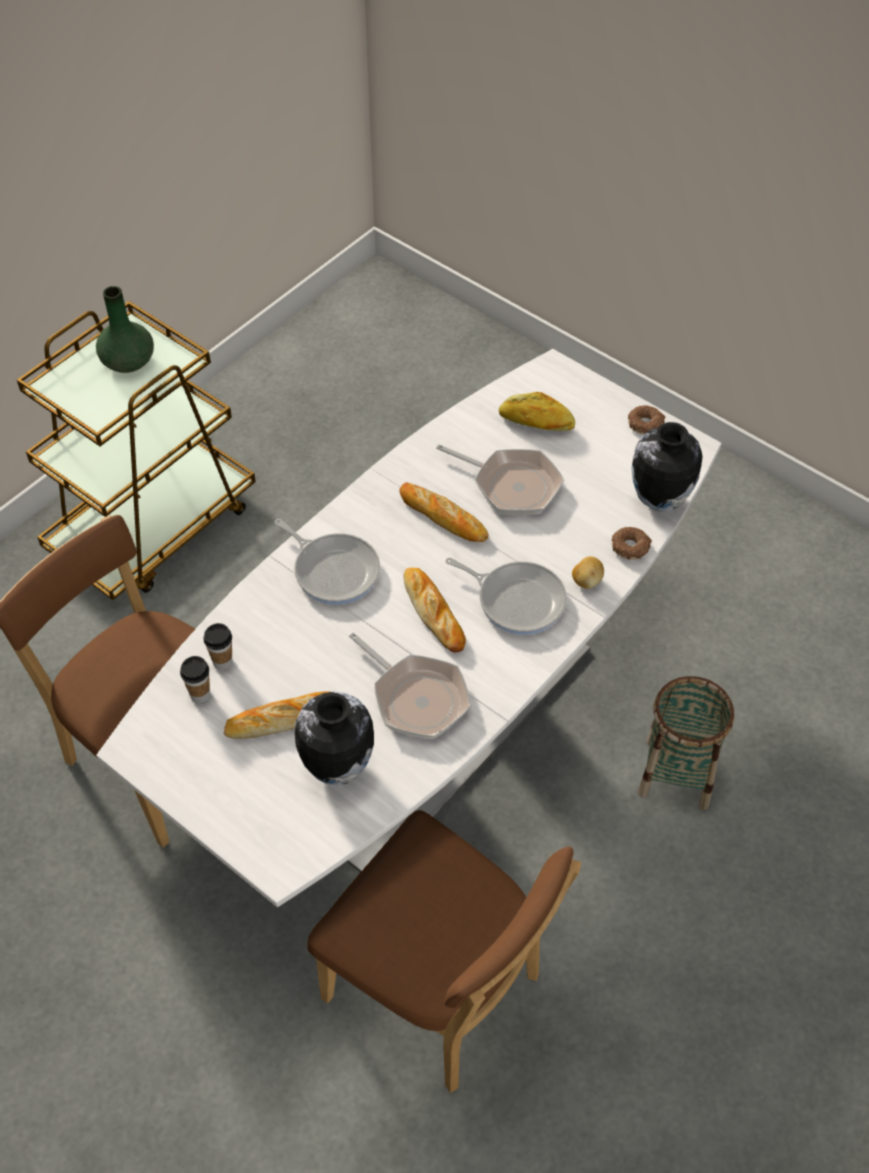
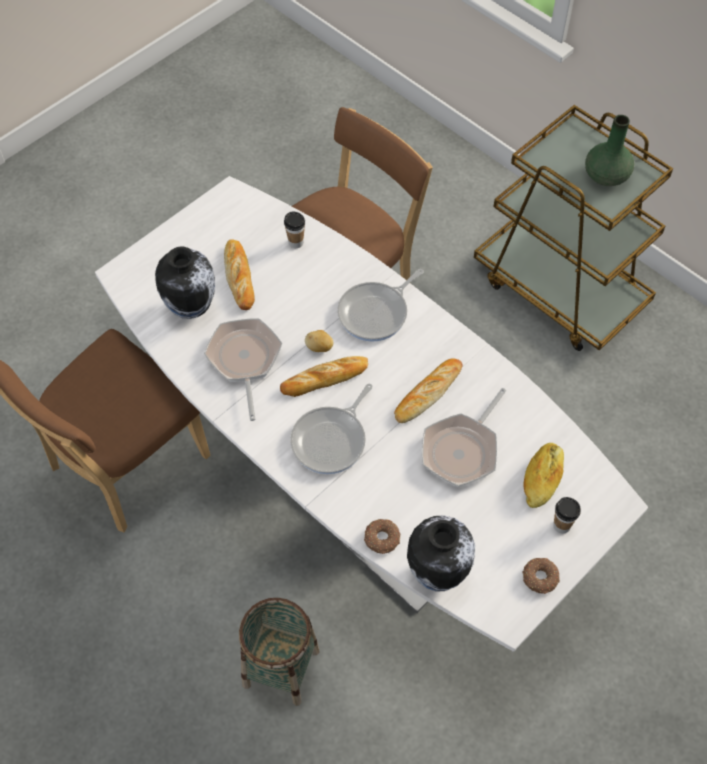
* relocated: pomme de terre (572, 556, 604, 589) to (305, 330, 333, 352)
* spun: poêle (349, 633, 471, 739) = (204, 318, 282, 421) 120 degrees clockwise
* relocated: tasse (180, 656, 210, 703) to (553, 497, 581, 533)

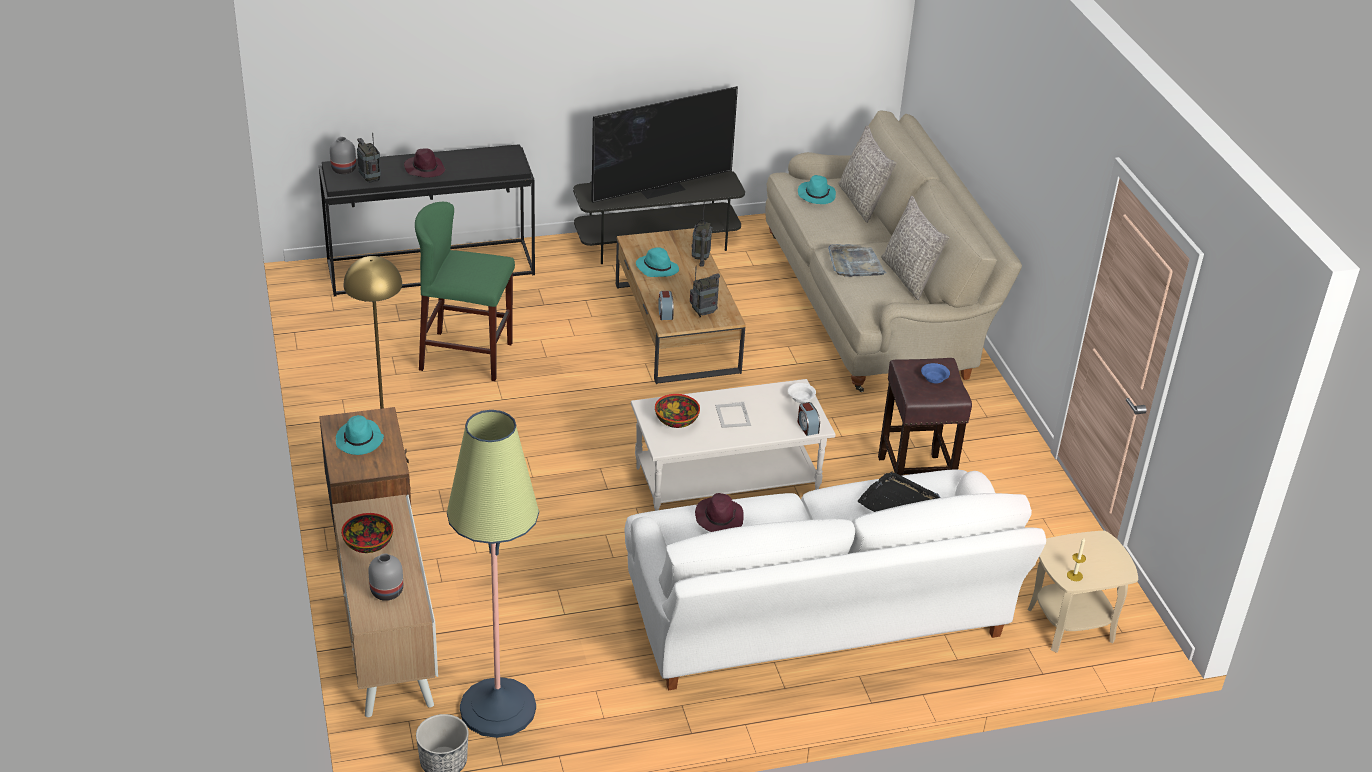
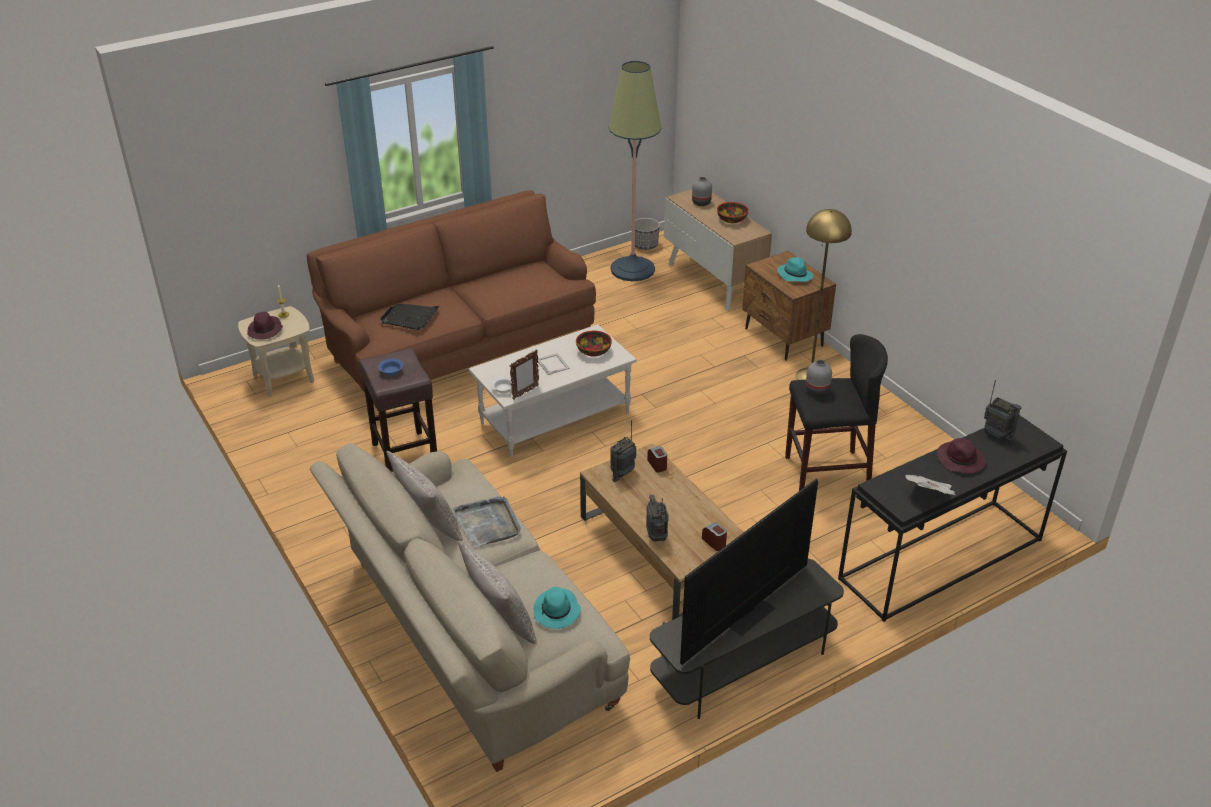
* relocated: vase [gris] (330, 137, 356, 174) to (806, 359, 832, 396)
* colour: tabouret [vert] (415, 202, 515, 381) to tabouret [noir] (785, 334, 888, 491)
* missing: chapeau [turquoise] (636, 248, 679, 277)
* relocated: réveil (798, 402, 820, 436) to (702, 522, 727, 551)
* colour: canapé [blanc] (625, 470, 1046, 690) to canapé [marron] (307, 190, 596, 409)
* relocated: chapeau [violet] (695, 493, 744, 532) to (248, 312, 283, 340)
* appeared: cadre photo (510, 349, 539, 400)
* appeared: journal (905, 475, 955, 495)

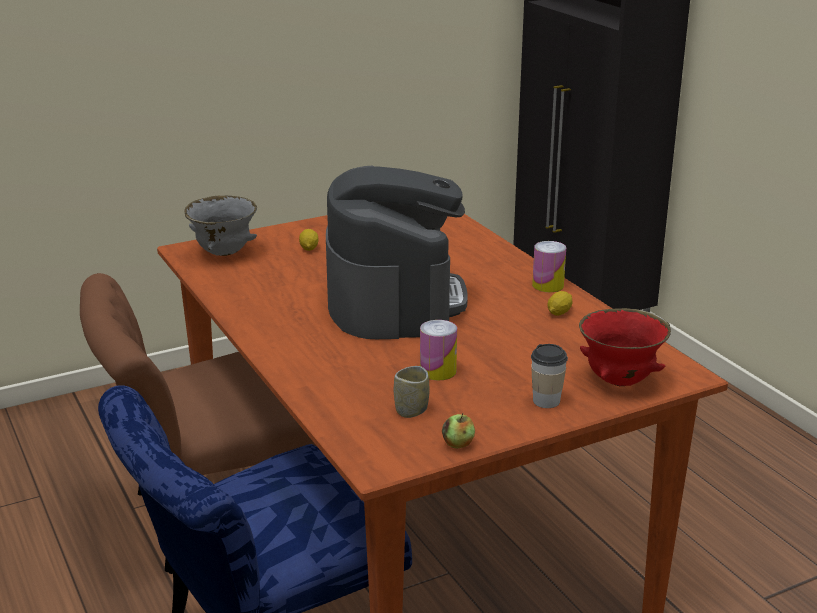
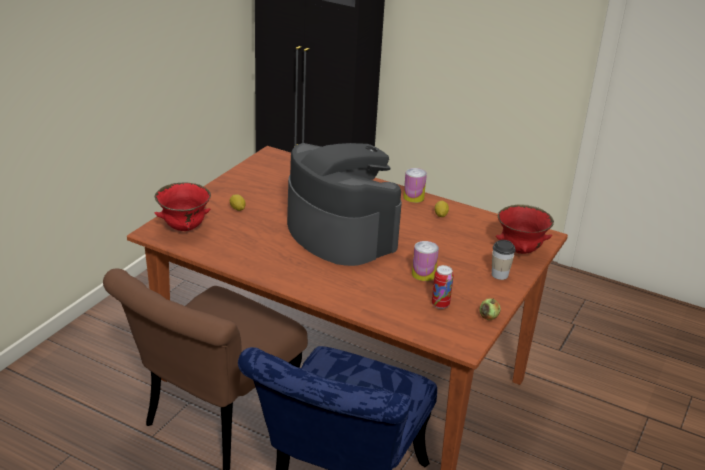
* colour: bol [gris] (184, 196, 257, 256) to bol [rouge] (155, 183, 211, 231)
* exchanged: tasse (394, 366, 430, 418) to boîte métallique (432, 265, 454, 309)

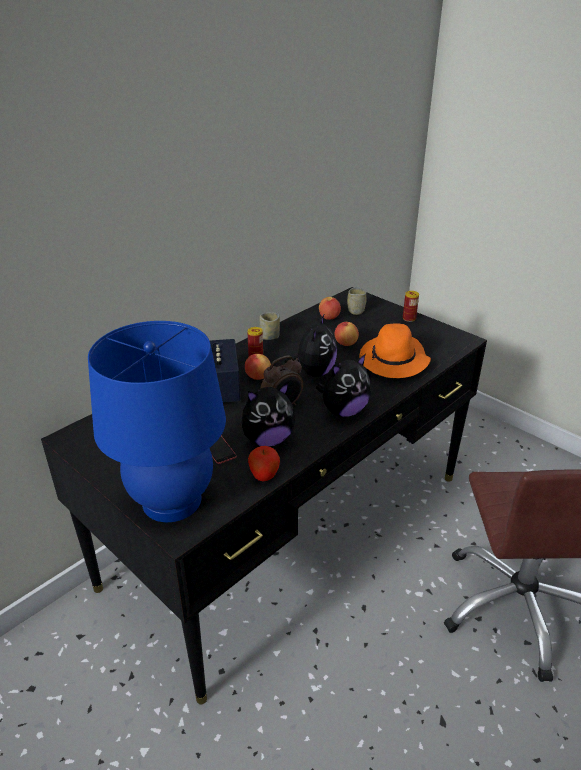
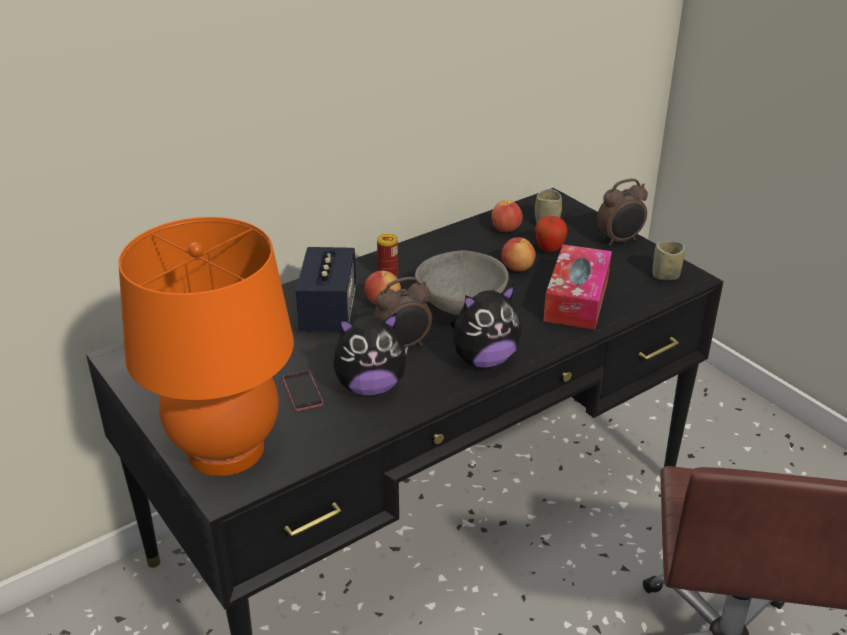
* exchanged: boîte métallique (403, 291, 419, 322) to réveil (597, 178, 648, 246)
* relocated: tasse (259, 312, 280, 340) to (652, 241, 685, 280)
* exchanged: peluche (283, 315, 337, 377) to bol [gris] (415, 250, 509, 315)
* colour: lampe de table [bleu] (88, 321, 226, 522) to lampe de table [orange] (118, 217, 294, 476)
* exchanged: chapeau [orange] (359, 323, 431, 378) to boîte à mouchoirs (544, 244, 612, 330)
* relocated: pomme (248, 446, 280, 481) to (535, 216, 567, 252)

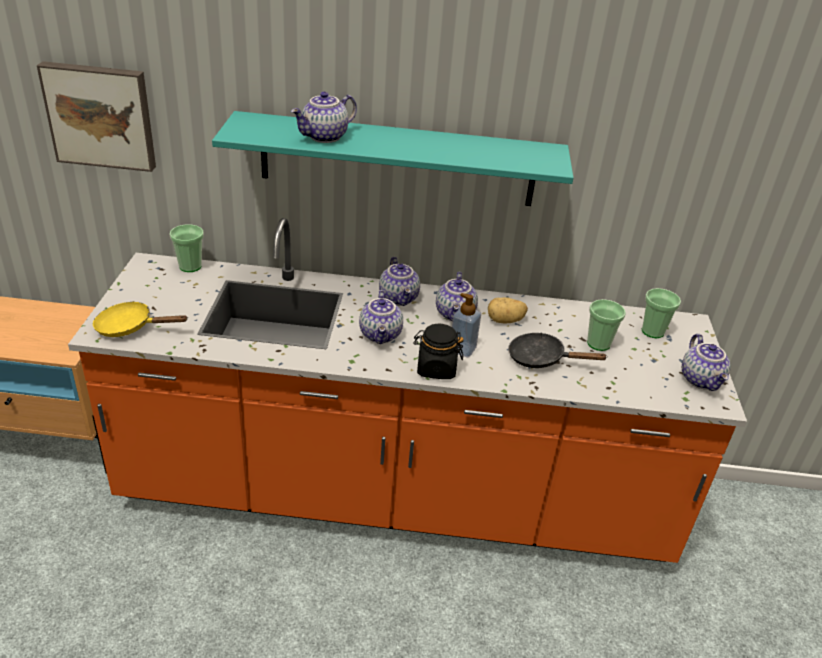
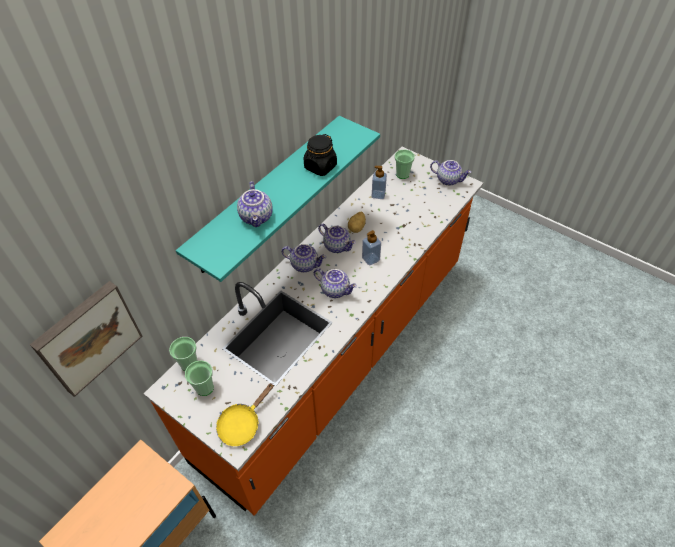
* relocated: tasse (587, 299, 626, 351) to (185, 360, 214, 396)
* relocated: bocal [noir] (413, 323, 464, 379) to (304, 134, 337, 176)
* missing: poêle [noir] (508, 332, 608, 368)
* appeared: distributeur de savon (372, 166, 387, 199)

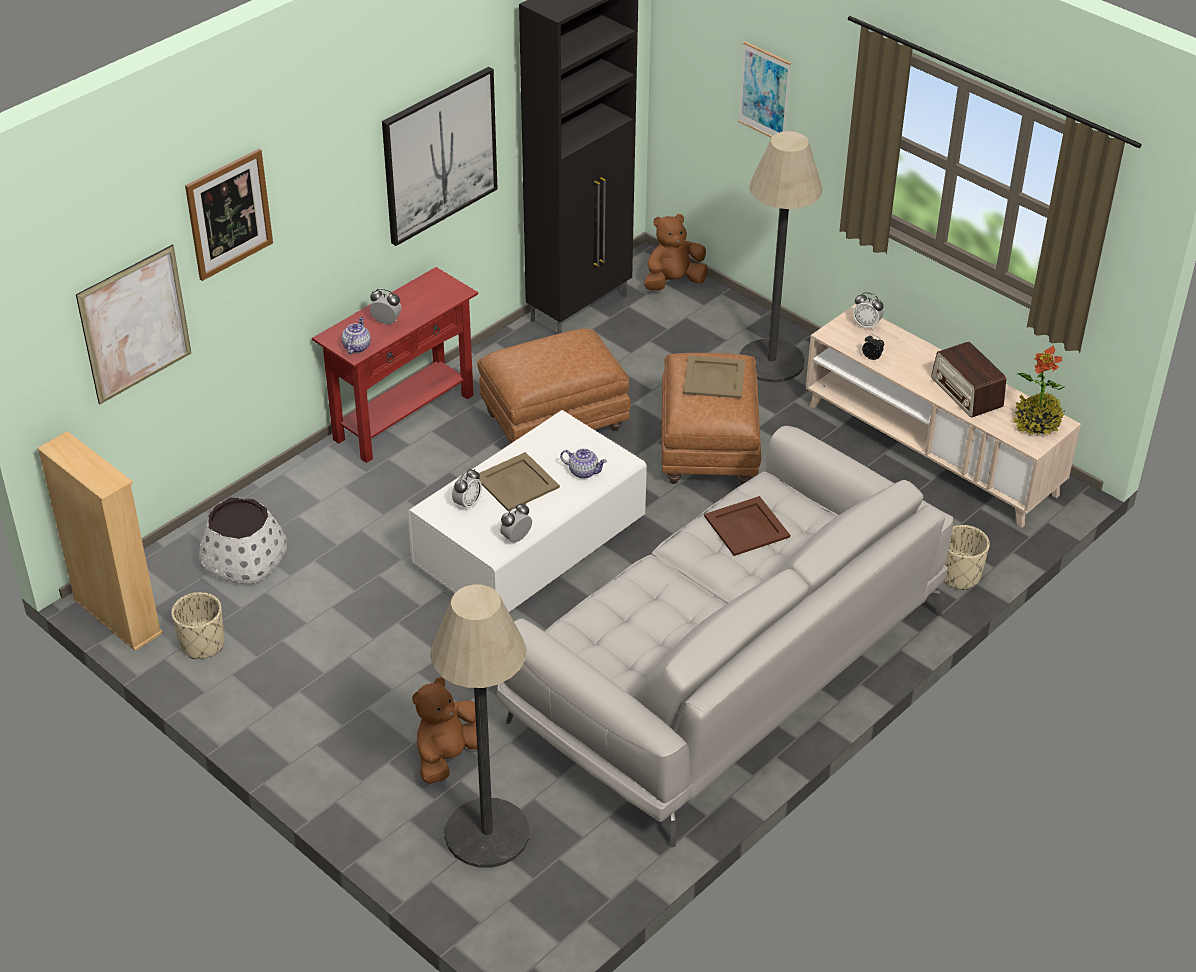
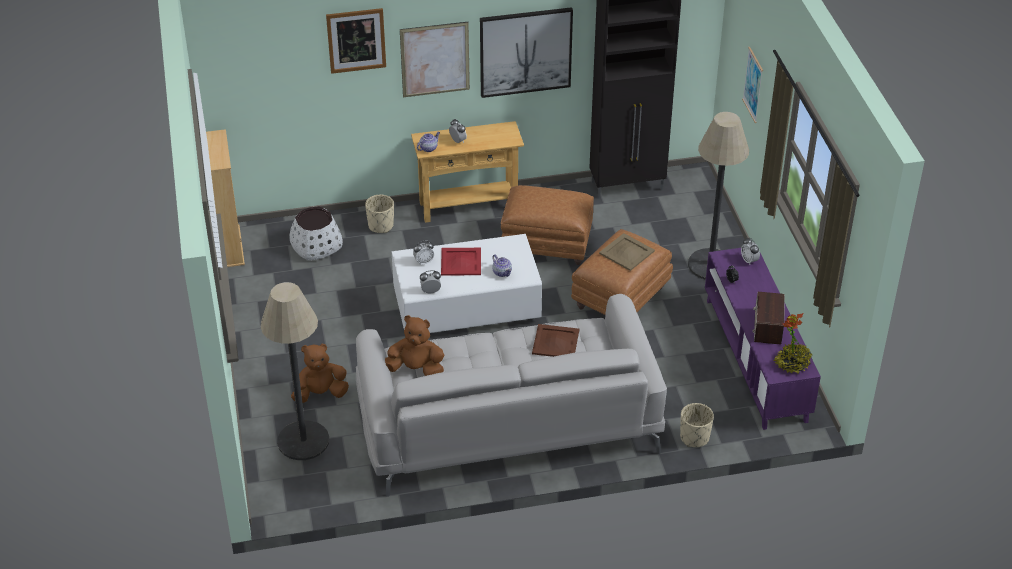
* relocated: peluche [marron] (644, 214, 708, 290) to (385, 315, 444, 376)
* relocated: tableau (76, 245, 191, 404) to (400, 22, 470, 97)
* colour: table console [rouge] (312, 267, 478, 463) to table console [beige] (411, 121, 524, 223)
* colour: meuble télé [beige] (806, 304, 1081, 528) to meuble télé [violet] (705, 248, 821, 430)
* colour: plateau [beige] (478, 452, 560, 512) to plateau [rouge] (441, 248, 481, 276)
* relocated: cache-pot [beige] (171, 592, 224, 659) to (365, 195, 394, 233)

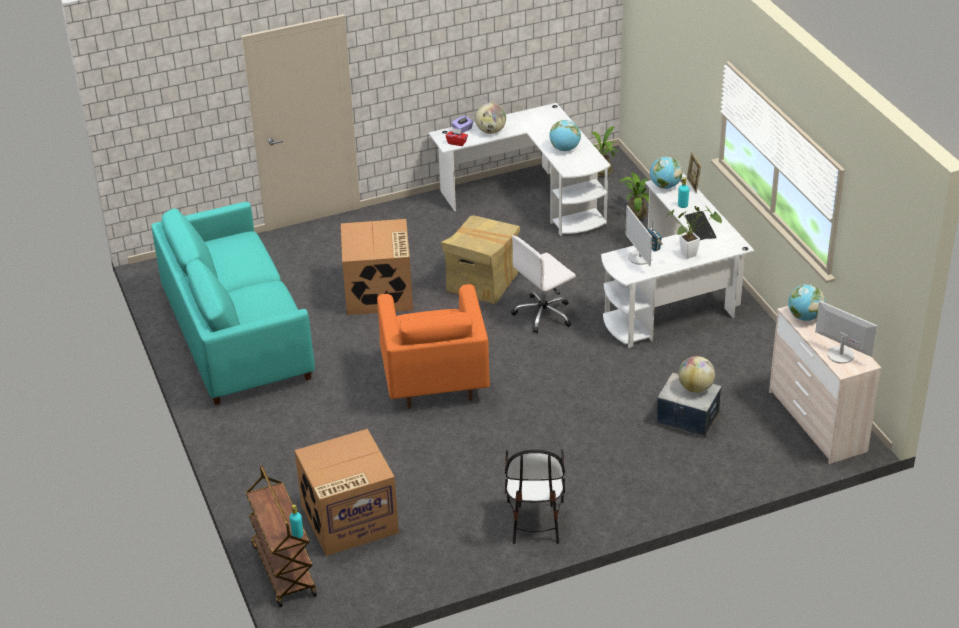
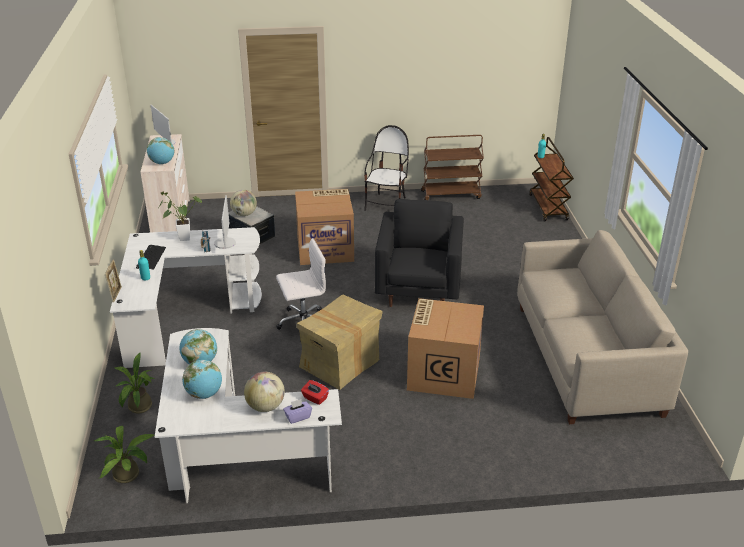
* relocated: globe (650, 156, 682, 189) to (182, 360, 222, 399)
* colour: canapé [turquoise] (151, 202, 315, 405) to canapé [beige] (517, 230, 688, 424)
* colour: fauteuil [orange] (377, 284, 490, 409) to fauteuil [noir] (375, 199, 464, 307)
* relocated: carton (295, 429, 399, 556) to (295, 189, 354, 265)
* appeared: chariot [marron] (421, 135, 484, 200)

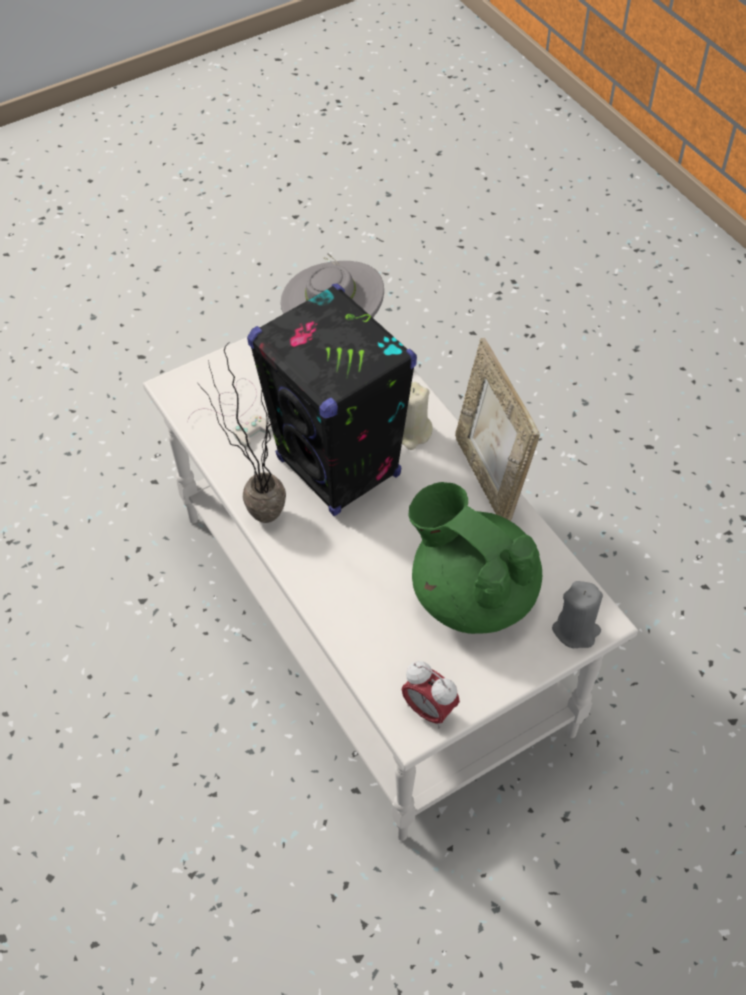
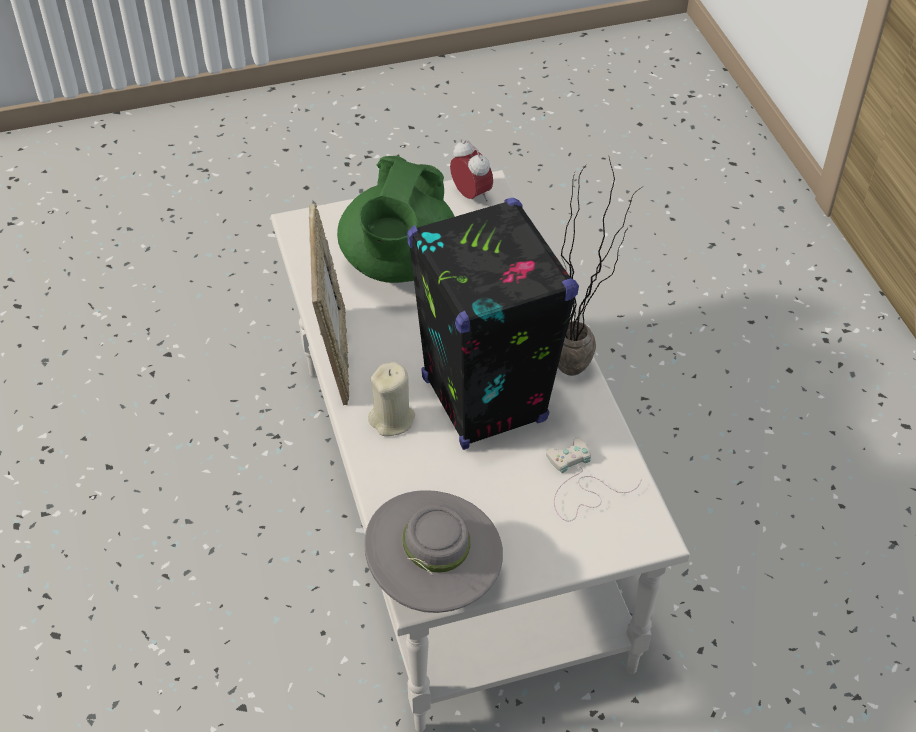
* spun: théière [vert] (409, 482, 542, 634) = (337, 156, 455, 283) 45 degrees clockwise
* missing: bougie [gris] (552, 581, 603, 648)

